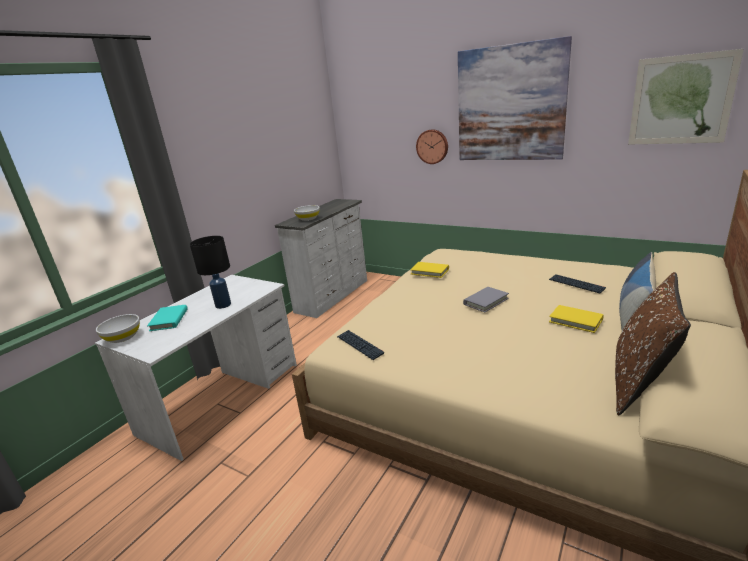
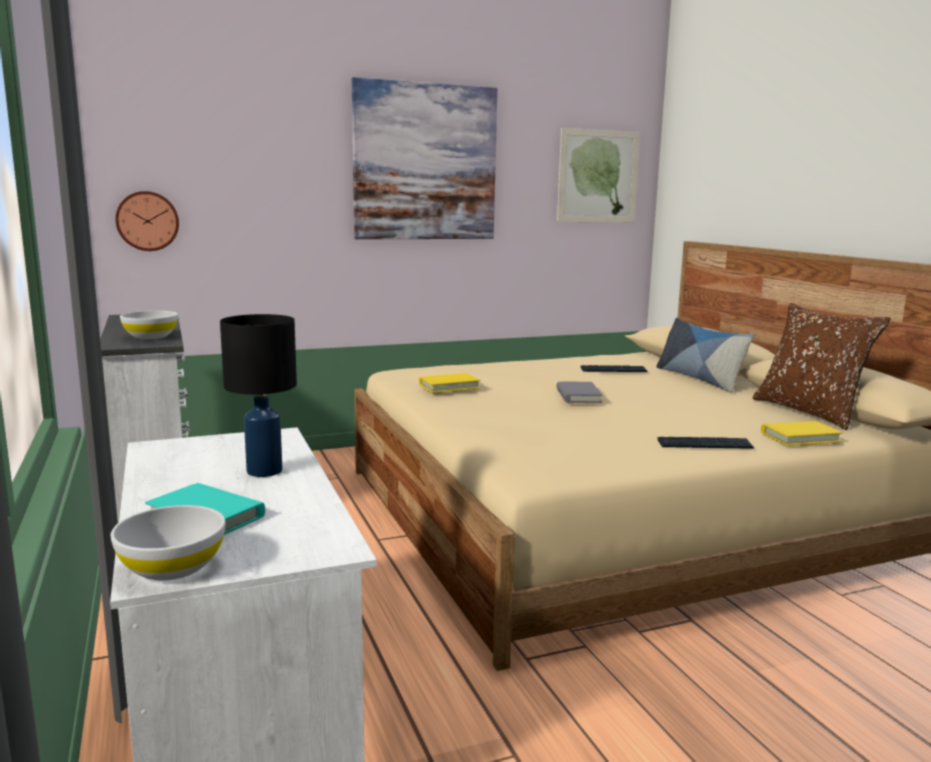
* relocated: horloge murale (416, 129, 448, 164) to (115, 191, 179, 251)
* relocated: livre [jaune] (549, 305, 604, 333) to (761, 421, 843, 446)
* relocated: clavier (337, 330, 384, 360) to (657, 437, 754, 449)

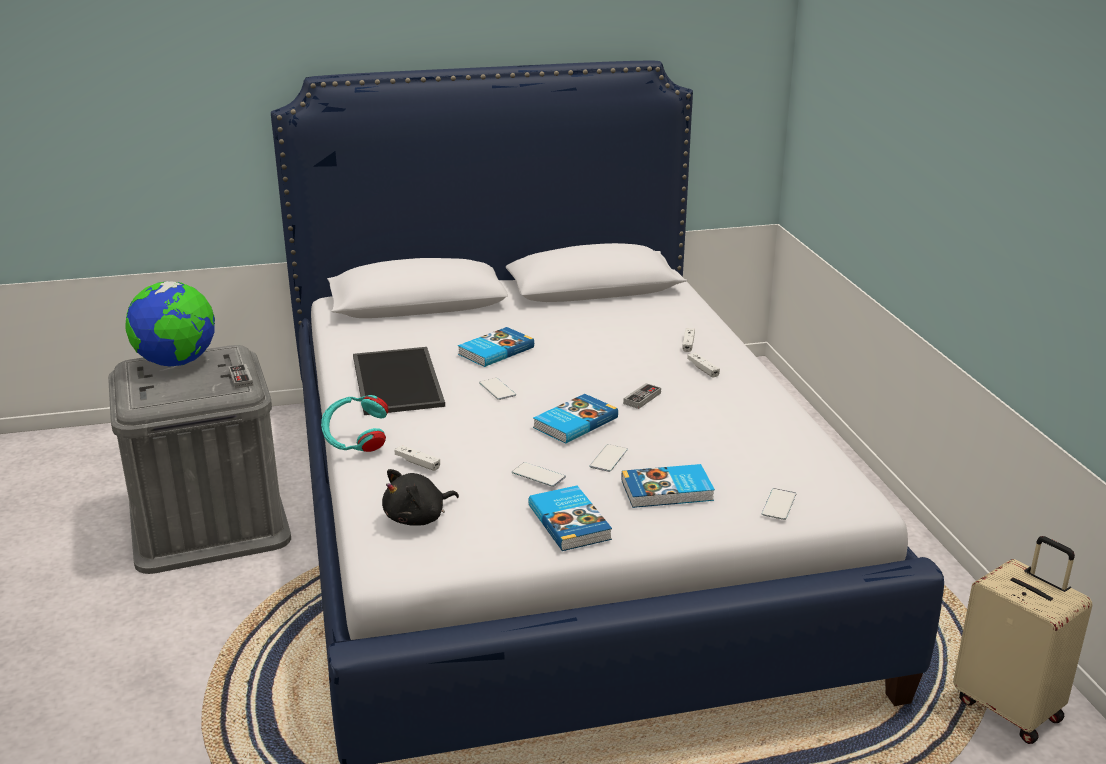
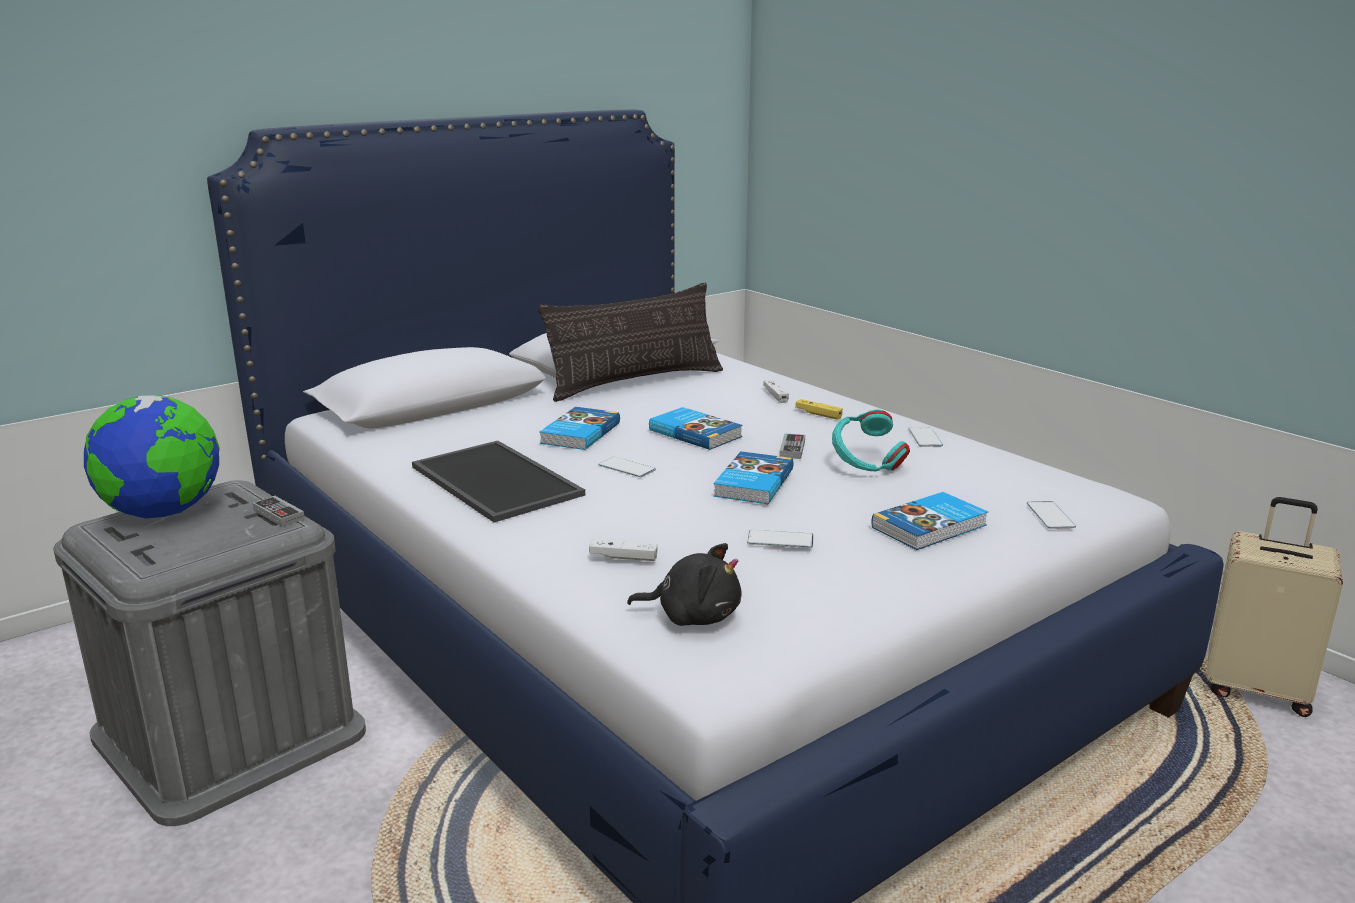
* colour: manette [blanc] (687, 353, 720, 377) to manette [jaune] (795, 399, 843, 420)
* relocated: casque audio [turquoise] (321, 395, 389, 452) to (832, 409, 910, 471)
* relocated: téléphone (589, 444, 628, 472) to (908, 427, 943, 447)
* spun: peluche [noir] (382, 469, 459, 526) = (627, 543, 742, 626) 105 degrees counterclockwise
* relocated: livre (528, 485, 612, 551) to (649, 407, 743, 450)
* appeared: coussin (538, 283, 723, 402)

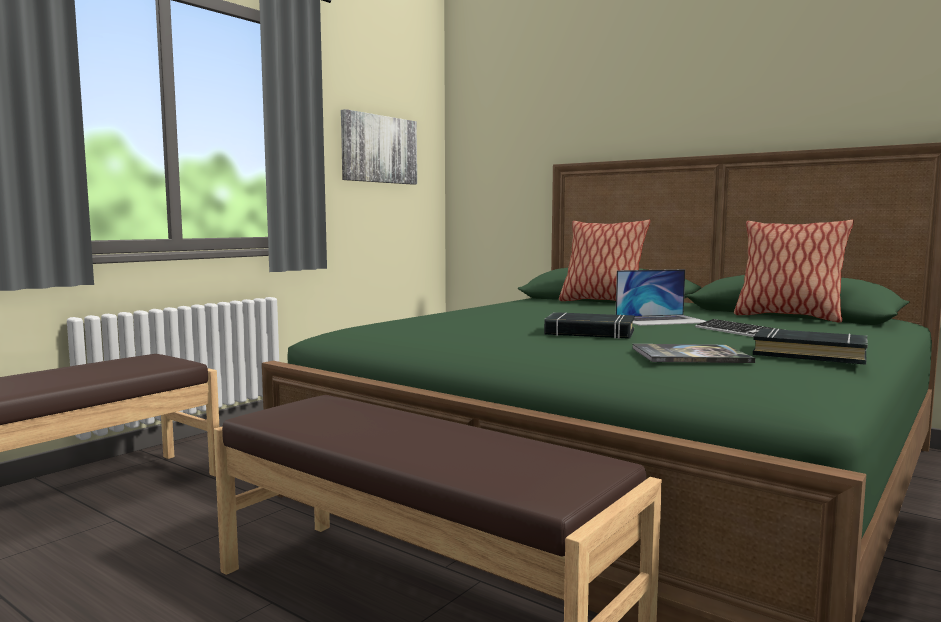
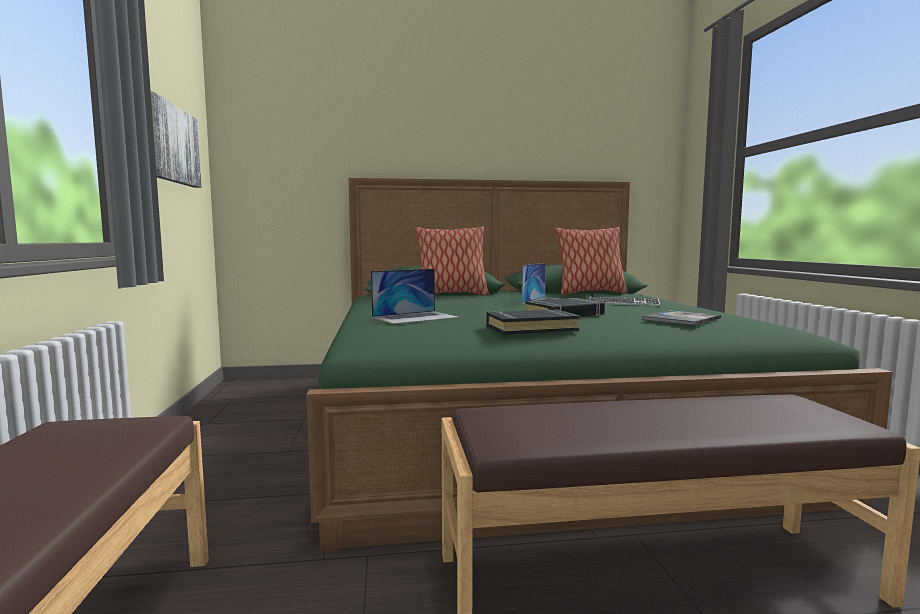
* relocated: livre [noir] (753, 328, 868, 365) to (486, 309, 580, 335)
* appeared: ordinateur portable (371, 269, 460, 324)

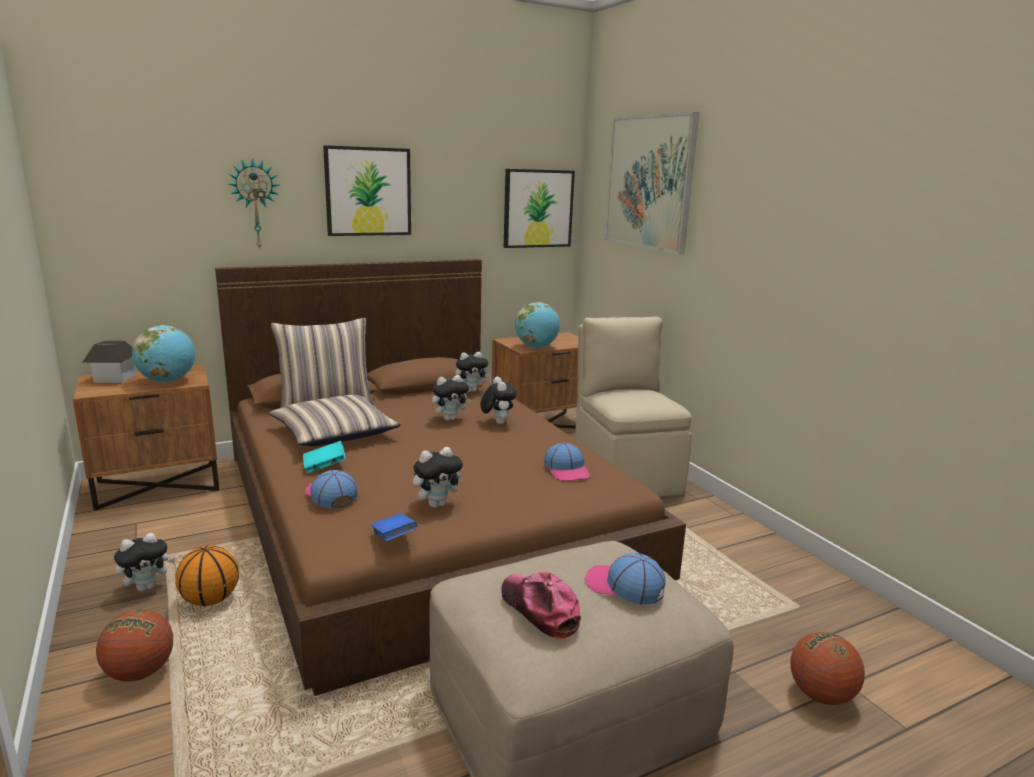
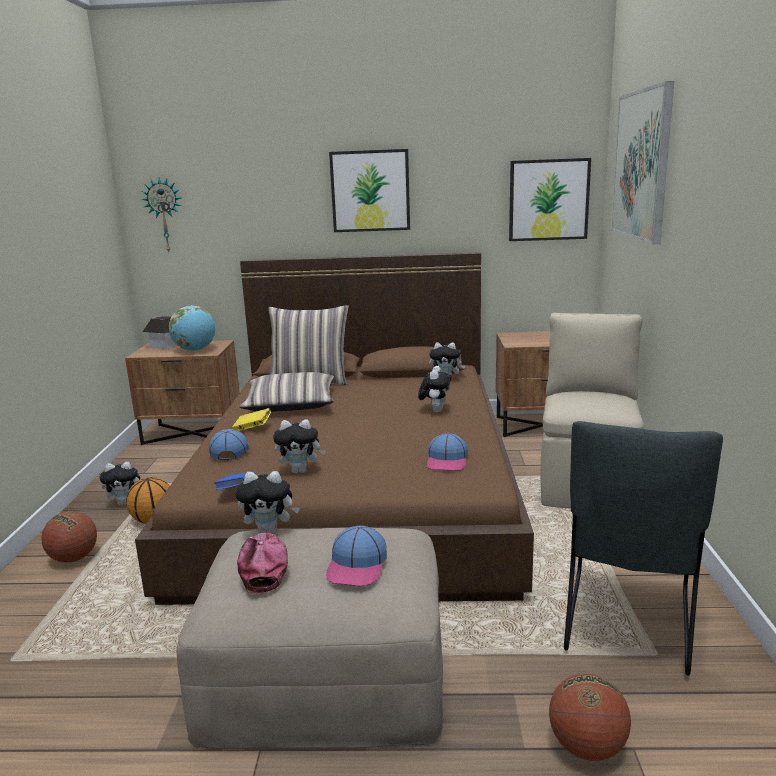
* relocated: horloge murale (229, 158, 279, 250) to (142, 178, 181, 252)
* missing: globe (515, 302, 560, 348)
* relocated: peluche (432, 375, 471, 421) to (235, 471, 300, 534)
* colour: livre [turquoise] (303, 441, 346, 473) to livre [jaune] (233, 408, 271, 431)
* spun: casquette (585, 553, 666, 605) = (326, 525, 387, 586) 135 degrees counterclockwise
* appeared: chaise [gris] (564, 421, 723, 676)

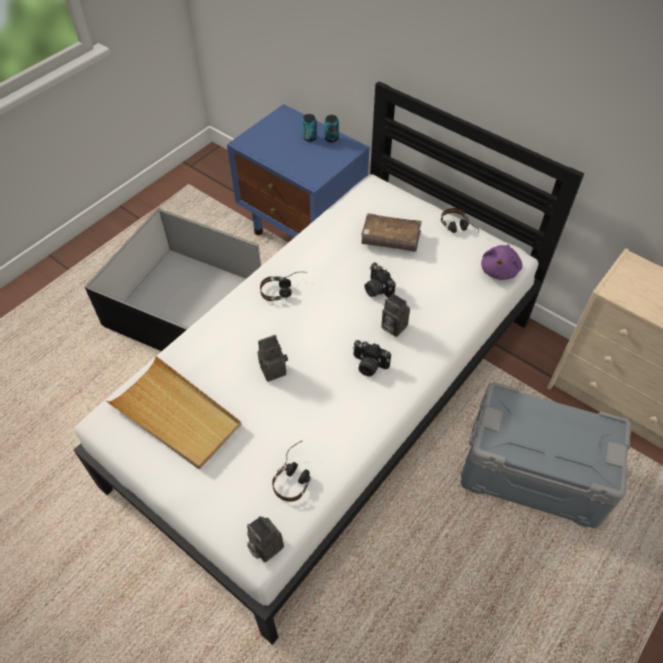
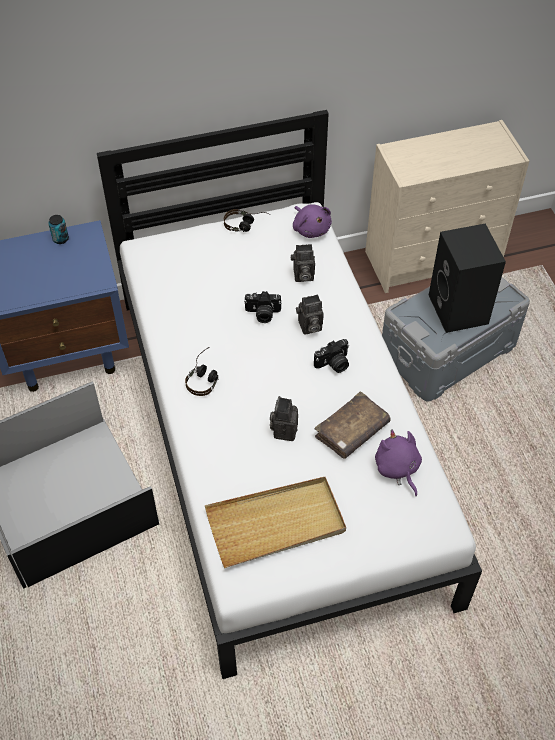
* missing: boîte métallique (302, 114, 317, 142)
* relocated: livre [marron] (361, 213, 422, 252) to (314, 391, 391, 459)
* exchanged: casque audio (272, 441, 311, 502) to peluche [violet] (375, 429, 422, 496)
* relocated: appareil photo (247, 516, 284, 562) to (291, 244, 315, 282)
* appeared: enceinte [noir] (429, 224, 506, 333)

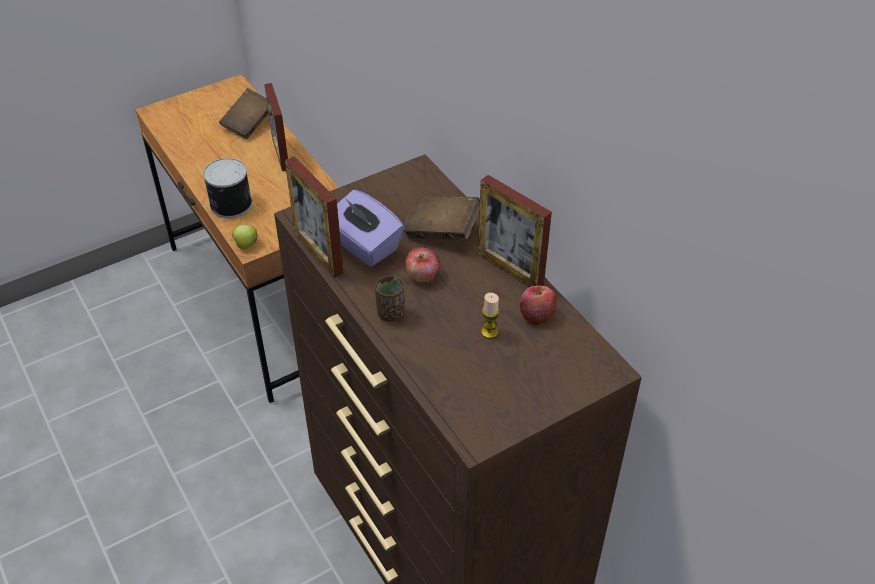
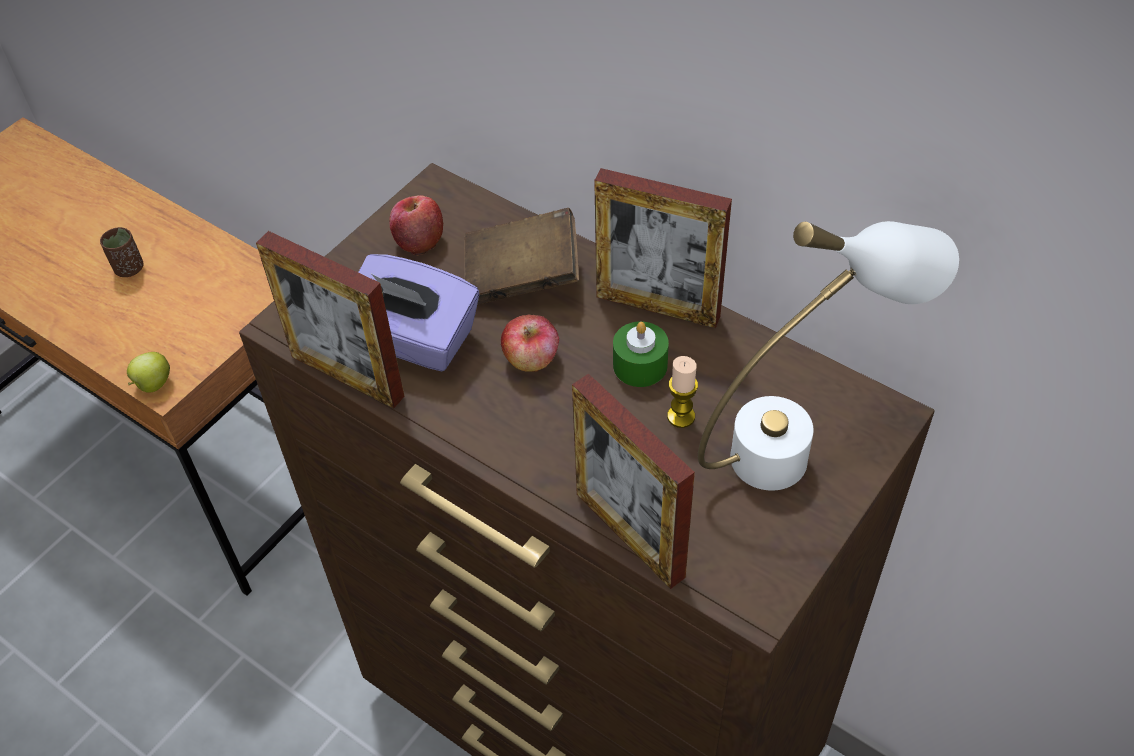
* relocated: cadre photo (264, 83, 288, 171) to (572, 373, 695, 589)
* missing: livre [marron] (219, 88, 269, 139)
* missing: boîte métallique (203, 158, 252, 218)
* relocated: tasse [marron] (375, 276, 405, 322) to (100, 227, 144, 277)
* relocated: pomme (520, 285, 557, 325) to (389, 195, 443, 256)
* appeared: lampe de table [blanc] (698, 221, 959, 491)
* appeared: bougie [vert] (613, 321, 669, 387)

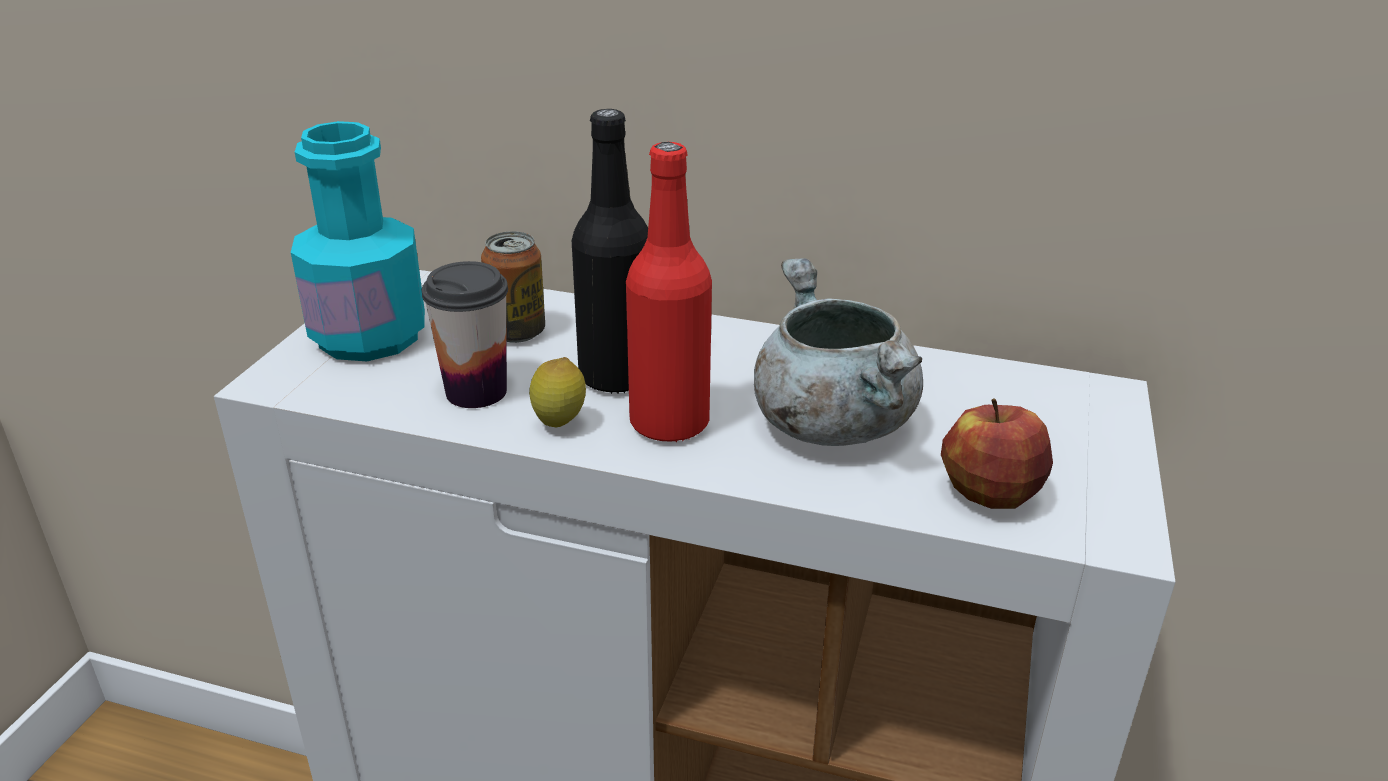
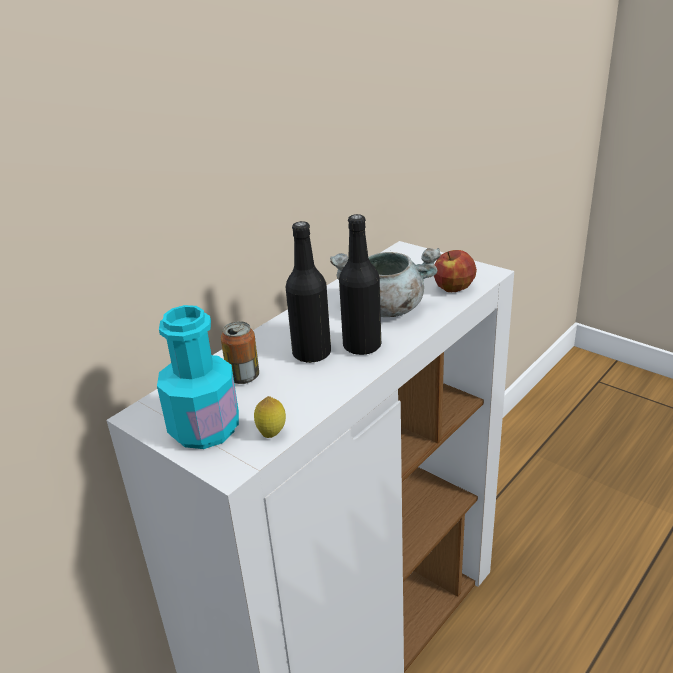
* colour: bouteille [rouge] (626, 142, 712, 443) to bouteille [noir] (339, 214, 381, 355)
* missing: tasse (422, 261, 508, 408)
* relocated: citron (529, 357, 586, 427) to (254, 396, 286, 438)

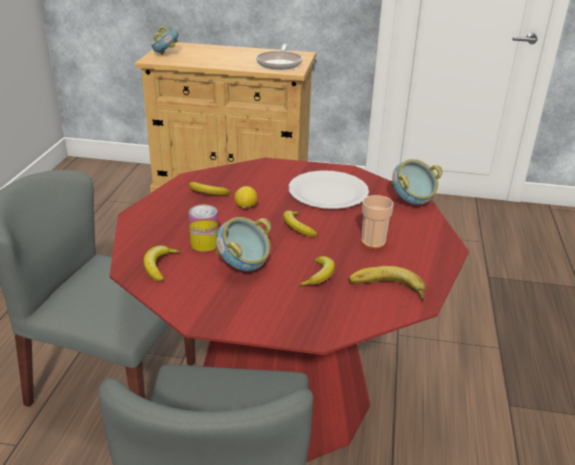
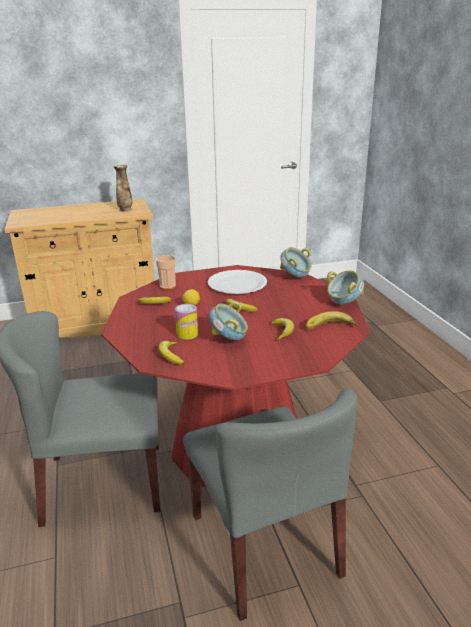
* relocated: bol (151, 26, 179, 55) to (327, 271, 364, 305)
* exchanged: poêle (256, 44, 303, 70) to vase (113, 164, 132, 212)
* relocated: tasse (361, 195, 393, 249) to (156, 255, 176, 290)

